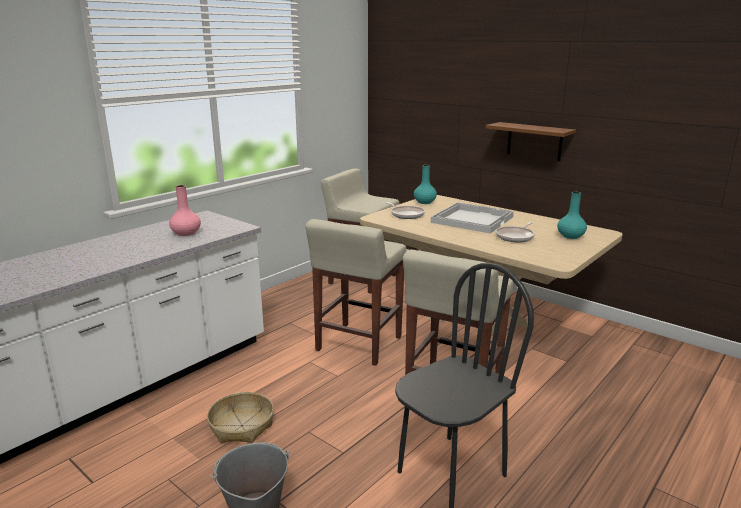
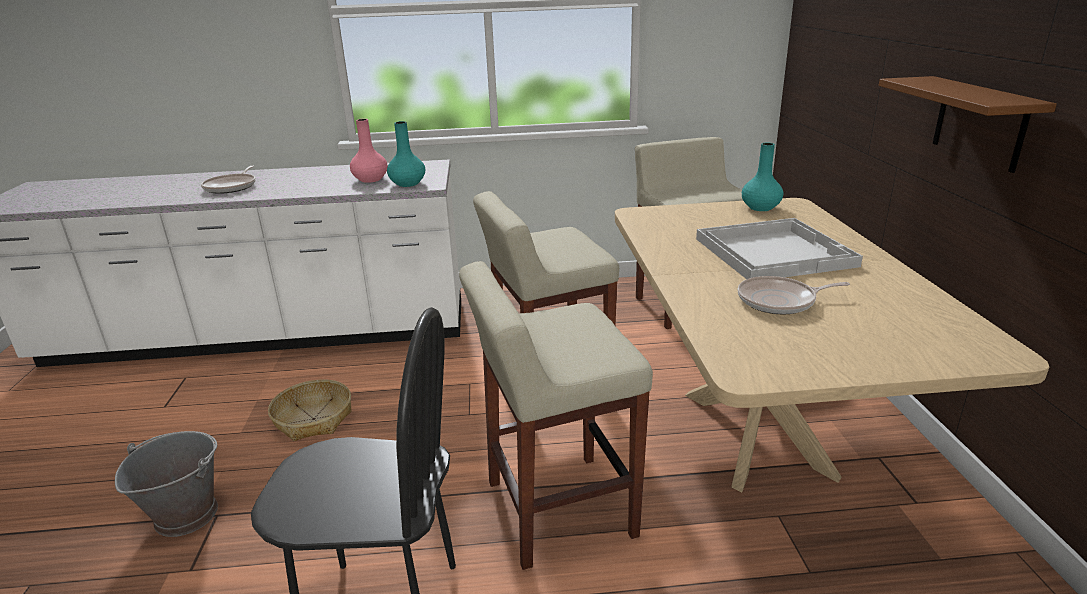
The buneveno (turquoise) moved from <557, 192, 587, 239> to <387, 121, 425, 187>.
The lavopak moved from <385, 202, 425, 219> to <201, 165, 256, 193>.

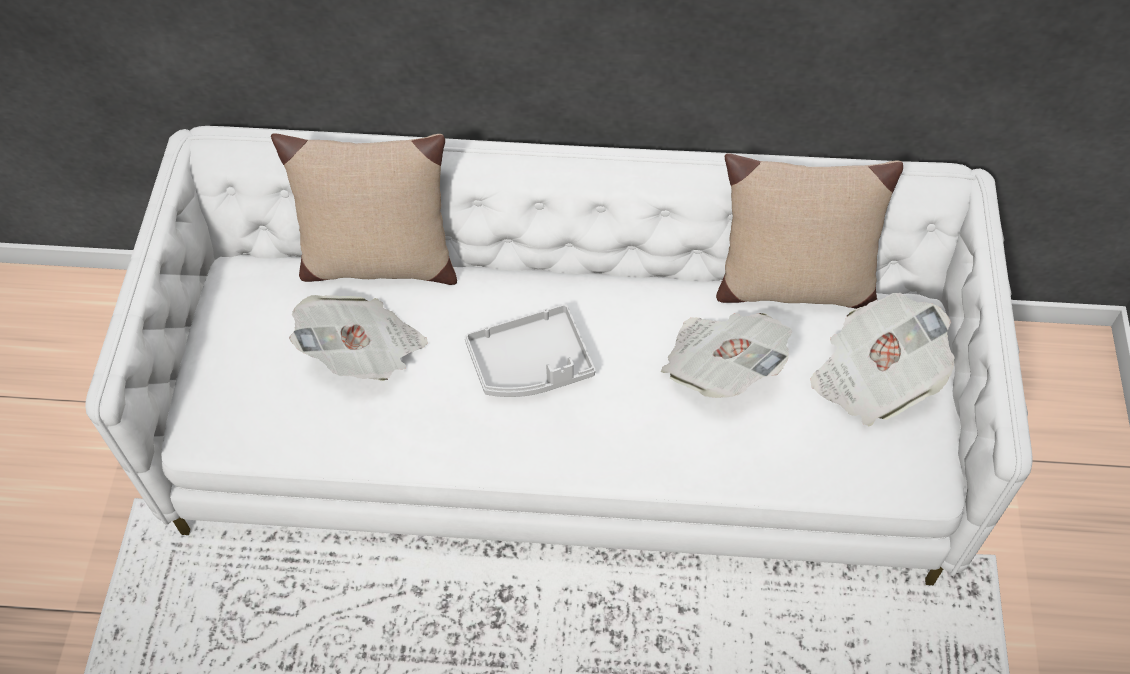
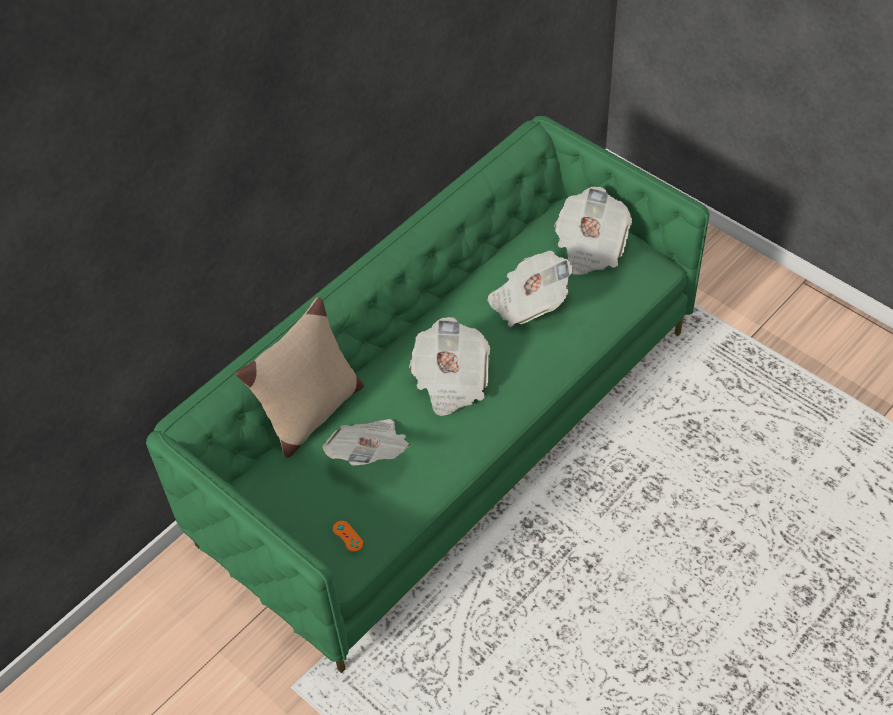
The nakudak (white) at <85, 126, 1033, 585> became the nakudak (green) at <146, 116, 710, 673>.
The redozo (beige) at <716, 153, 903, 309> disappeared.
The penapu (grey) at <464, 304, 595, 397> was replaced by the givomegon at <409, 317, 491, 416>.
The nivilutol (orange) at <333, 521, 363, 552> appeared.

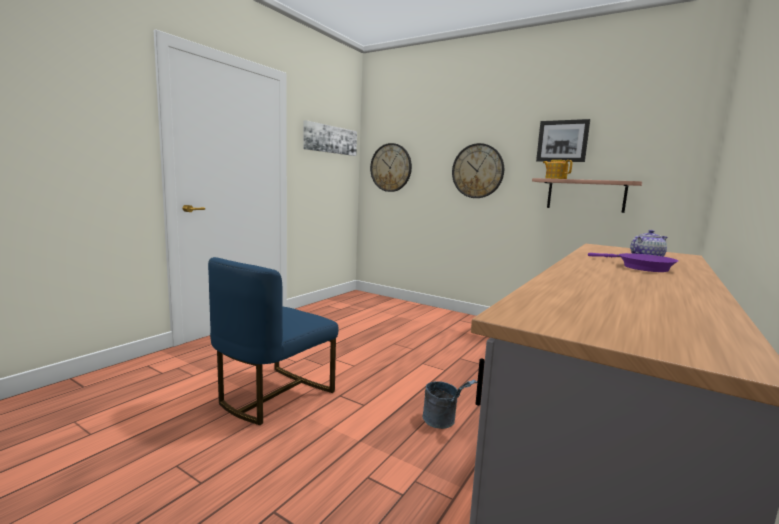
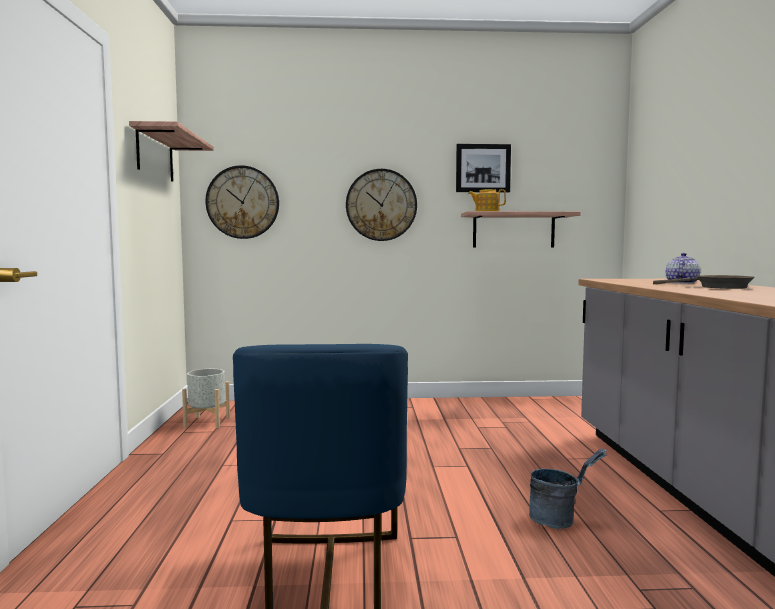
The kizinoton at <303, 120, 357, 156> was replaced by the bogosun at <129, 121, 214, 181>.
The lavopak (purple) at <588, 253, 678, 272> became the lavopak (brown) at <653, 275, 755, 289>.
The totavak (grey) at <182, 369, 230, 428> appeared.

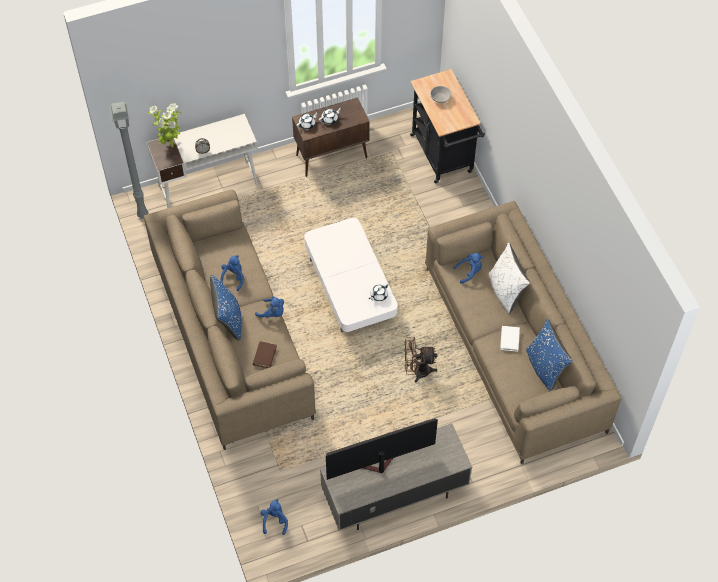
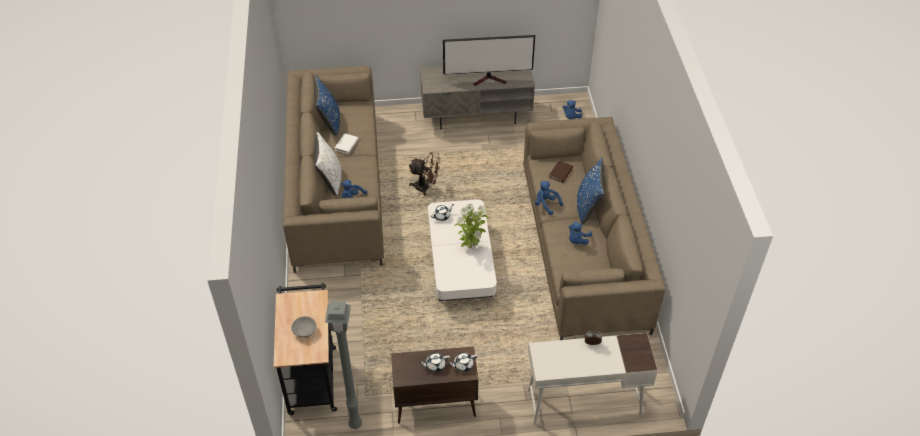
The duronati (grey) moved from <109, 102, 148, 219> to <325, 301, 362, 429>.
The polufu moved from <148, 103, 181, 147> to <455, 204, 488, 248>.

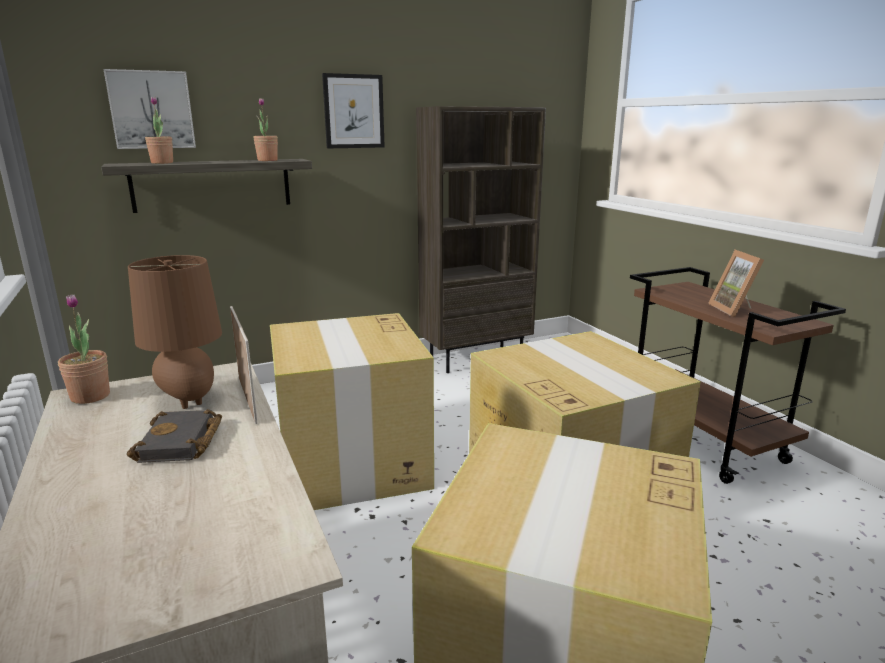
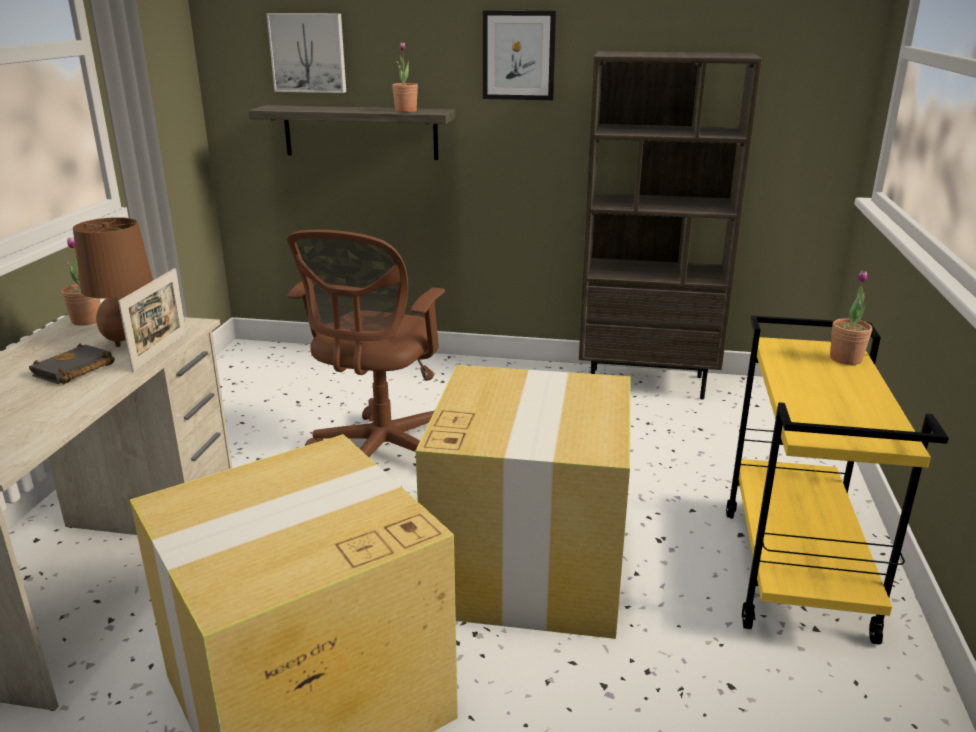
The polufu moved from <145, 97, 173, 164> to <830, 271, 872, 365>.
The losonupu at <708, 250, 764, 317> disappeared.
The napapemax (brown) at <630, 267, 846, 484> became the napapemax (yellow) at <726, 316, 949, 645>.
The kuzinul at <270, 313, 434, 510> was replaced by the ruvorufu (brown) at <287, 230, 445, 457>.

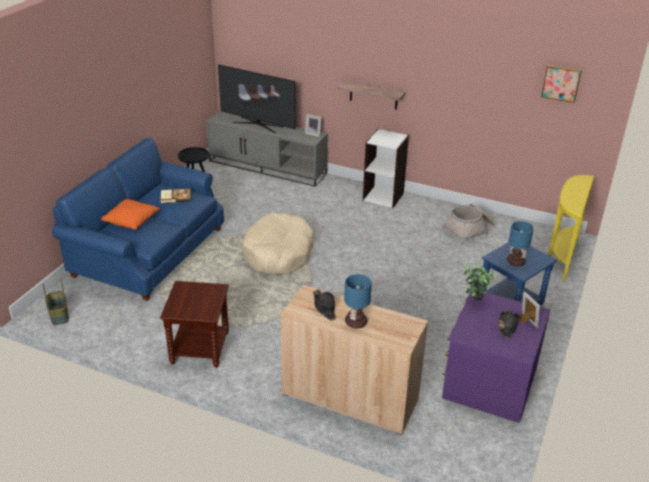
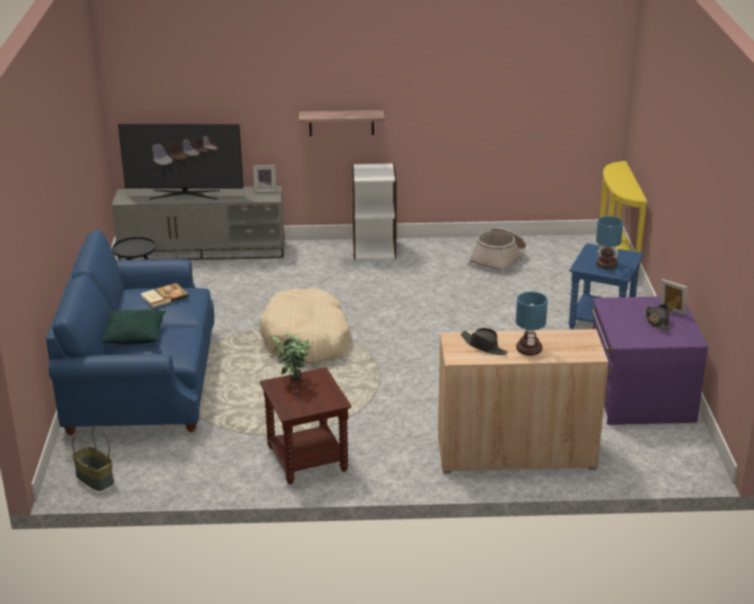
The kizinoton at <541, 65, 582, 103> disappeared.
The redozo (orange) at <101, 199, 160, 229> became the redozo (green) at <102, 309, 166, 345>.
The polufu moved from <463, 262, 495, 301> to <272, 332, 313, 380>.

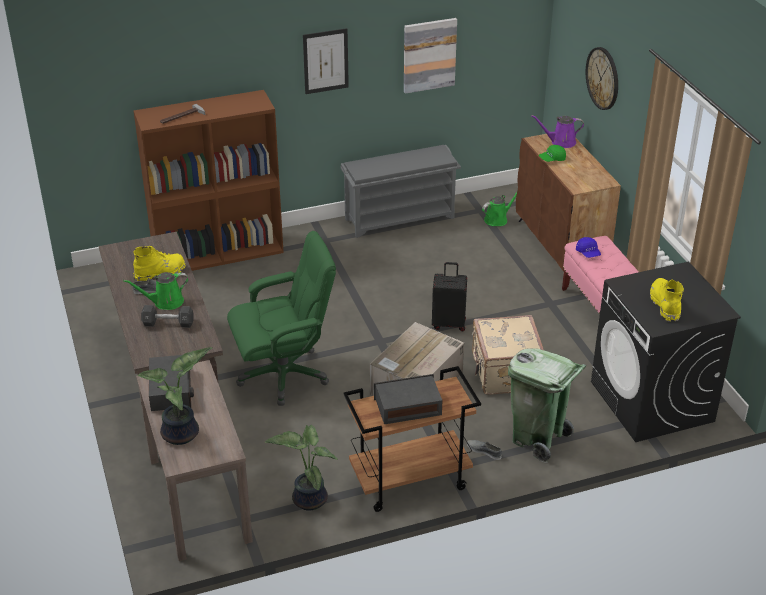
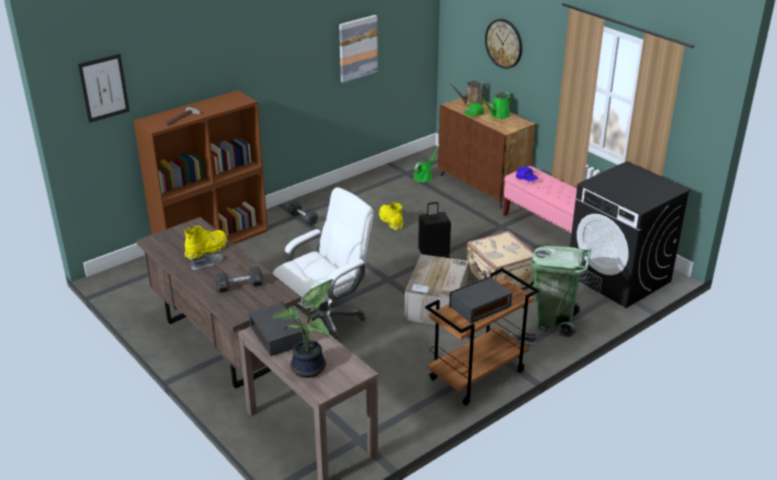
The kizinoton moved from <303, 28, 349, 94> to <78, 54, 130, 123>.
The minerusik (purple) at <531, 115, 584, 148> became the minerusik (brown) at <449, 81, 488, 106>.
The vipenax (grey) at <340, 145, 461, 238> disappeared.
The ruvorufu (green) at <227, 231, 336, 406> became the ruvorufu (white) at <272, 187, 374, 341>.
The minerusik (green) moved from <123, 272, 189, 310> to <481, 92, 513, 119>.
The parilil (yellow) moved from <650, 278, 684, 322> to <379, 202, 403, 230>.
The polufu at <265, 425, 338, 511> disappeared.
The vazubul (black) at <288, 201, 319, 226> appeared.

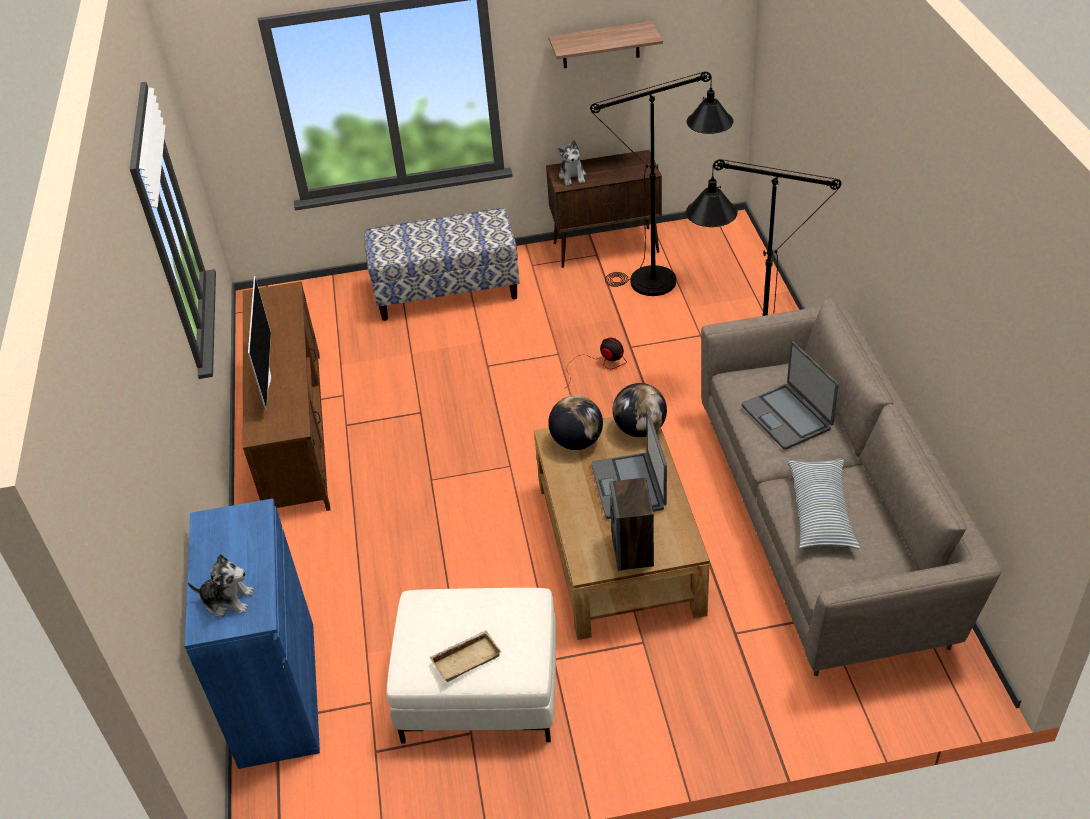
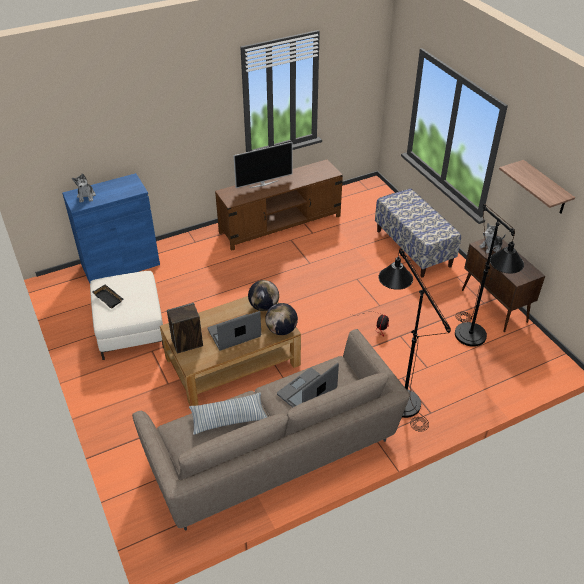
The penapu (beige) at <429, 630, 501, 682> became the penapu (black) at <92, 284, 123, 309>.

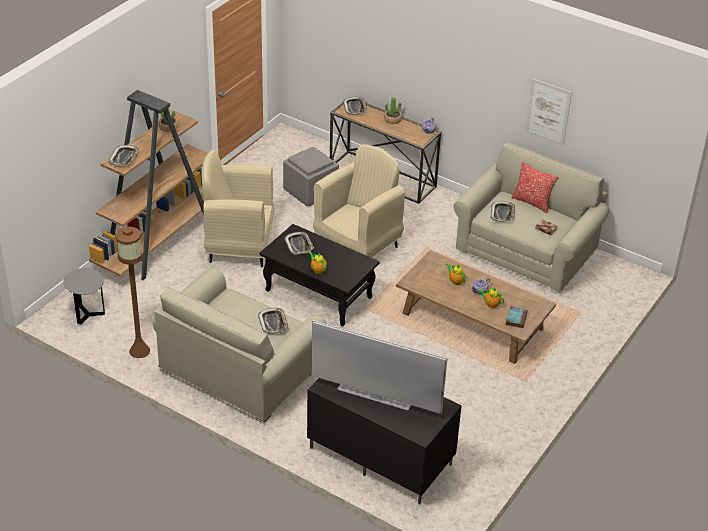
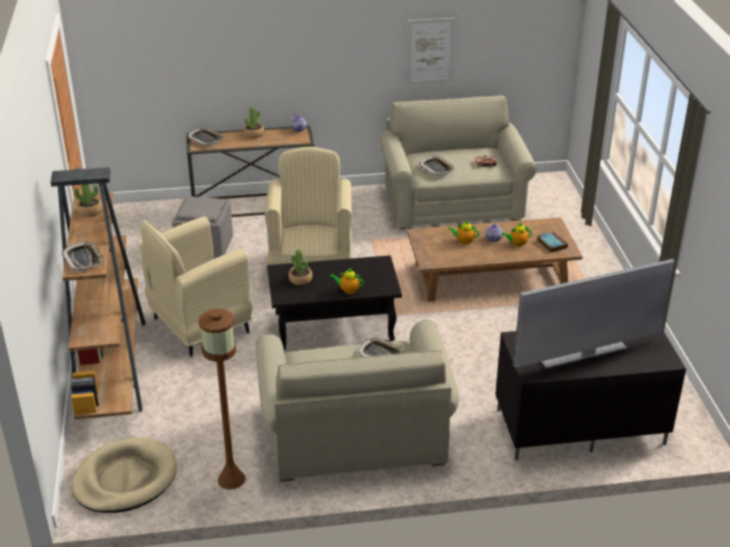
The redozo at <511, 162, 558, 213> disappeared.
The penapu at <284, 232, 314, 255> was replaced by the polufu at <288, 249, 312, 285>.
The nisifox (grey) at <64, 268, 105, 325> was replaced by the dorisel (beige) at <71, 437, 177, 513>.

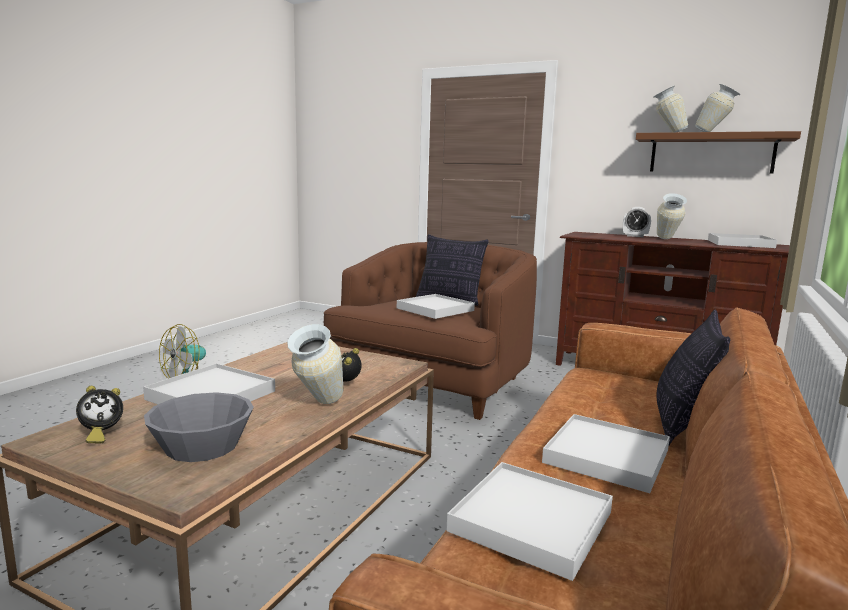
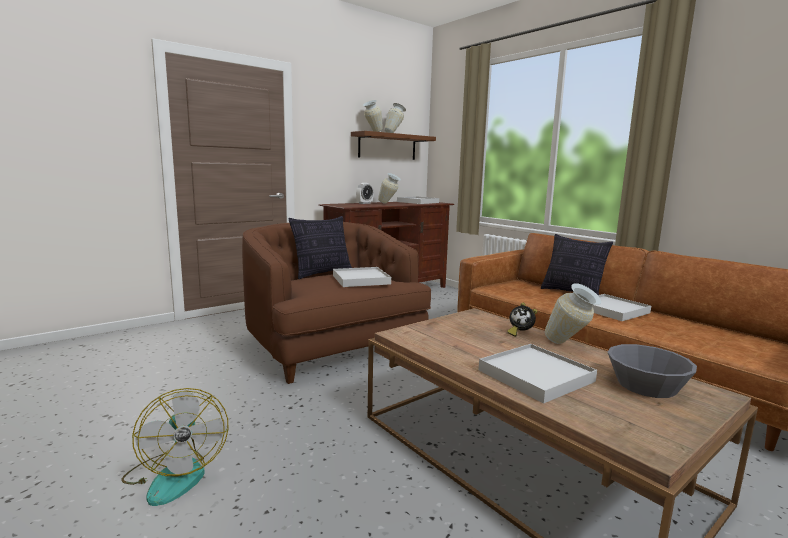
The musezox at <76, 386, 123, 443> disappeared.
The penapu (white) at <447, 462, 613, 581> disappeared.

